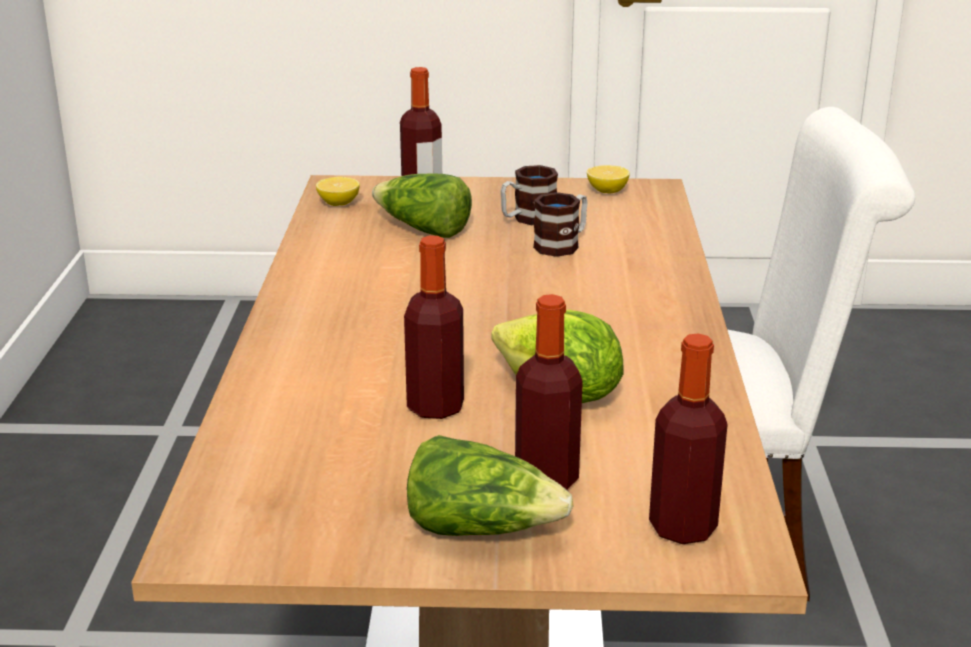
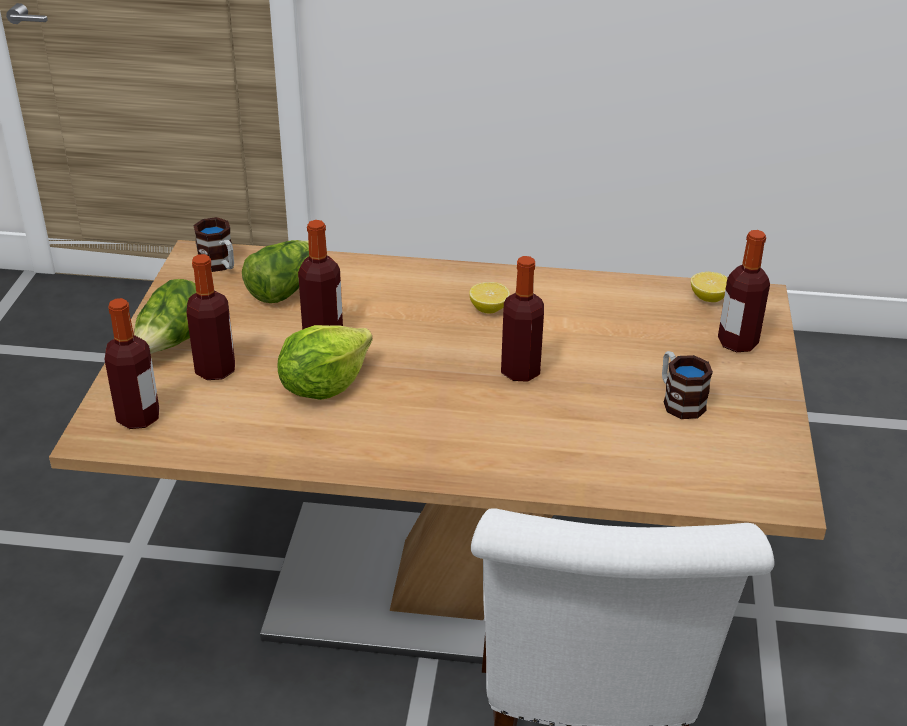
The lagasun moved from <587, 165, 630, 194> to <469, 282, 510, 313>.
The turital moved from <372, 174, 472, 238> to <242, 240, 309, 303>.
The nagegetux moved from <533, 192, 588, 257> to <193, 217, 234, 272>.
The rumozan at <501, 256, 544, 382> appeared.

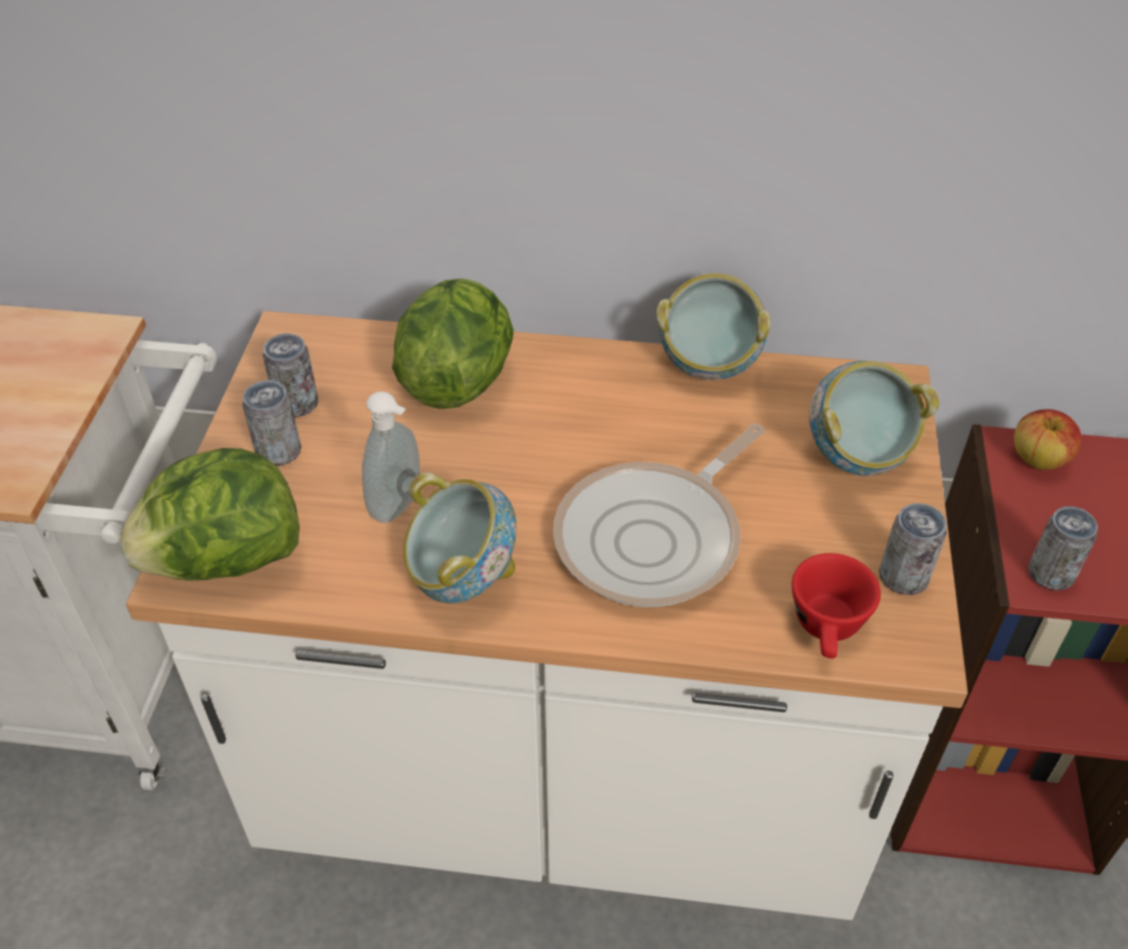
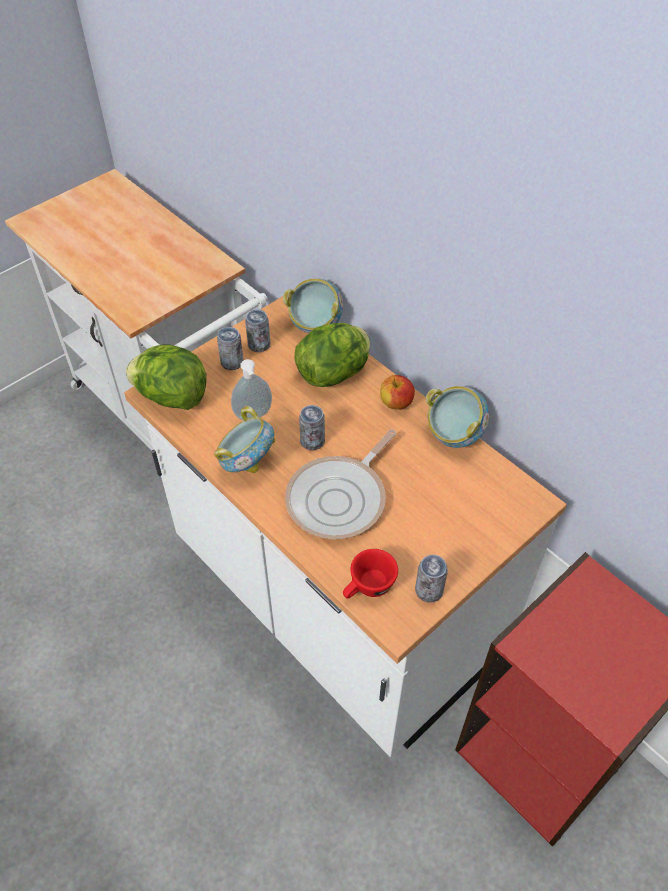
The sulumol moved from <809, 361, 939, 476> to <283, 278, 343, 333>.
The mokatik moved from <1014, 409, 1081, 470> to <380, 375, 415, 410>.
The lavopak at <553, 424, 765, 607> turned 45 degrees counterclockwise.
The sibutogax moved from <1028, 506, 1098, 590> to <299, 405, 325, 450>.

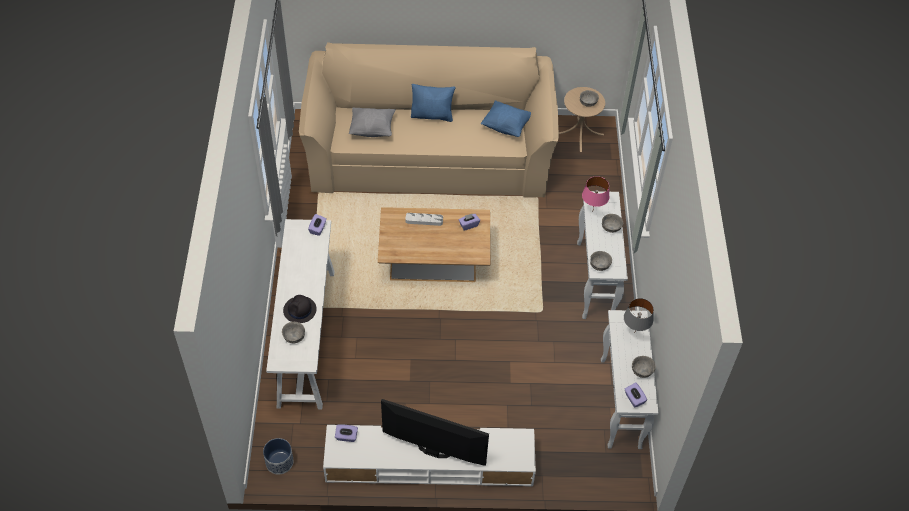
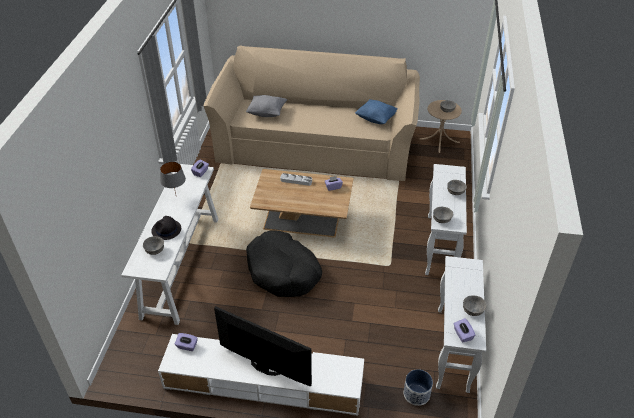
The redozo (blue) at <411, 84, 455, 122> disappeared.
The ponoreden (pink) at <582, 176, 610, 209> disappeared.
The ponoreden (grey) moved from <624, 298, 654, 334> to <160, 161, 186, 194>.
The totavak moved from <263, 438, 294, 475> to <404, 369, 433, 406>.
The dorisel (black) at <246, 230, 322, 297> appeared.

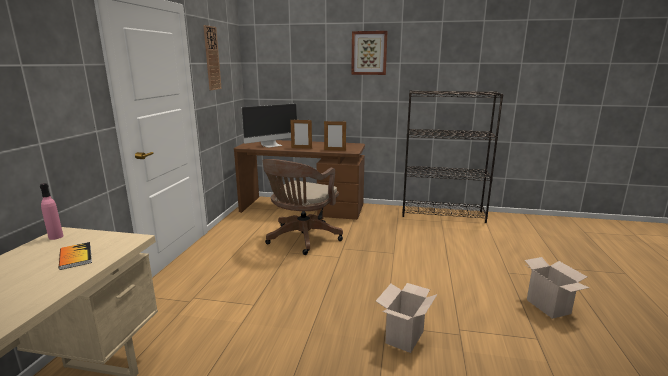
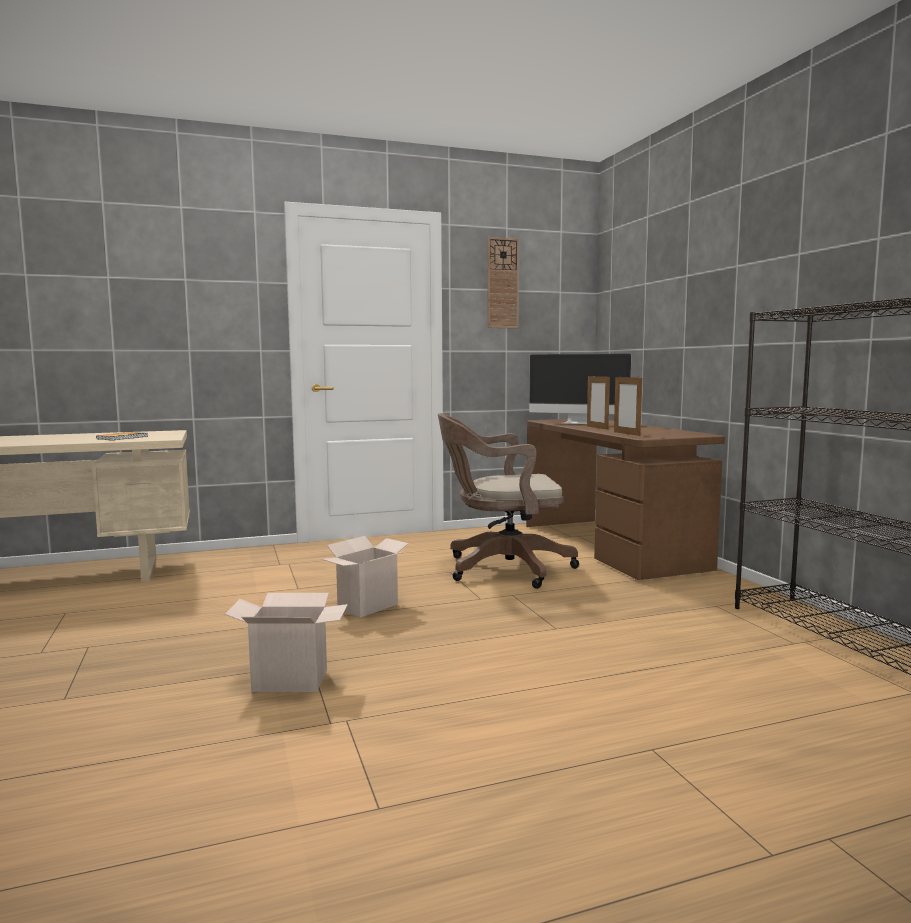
The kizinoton at <351, 31, 388, 75> disappeared.
The rumozan (pink) at <40, 183, 64, 240> disappeared.
The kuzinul moved from <525, 257, 589, 319> to <322, 536, 409, 617>.

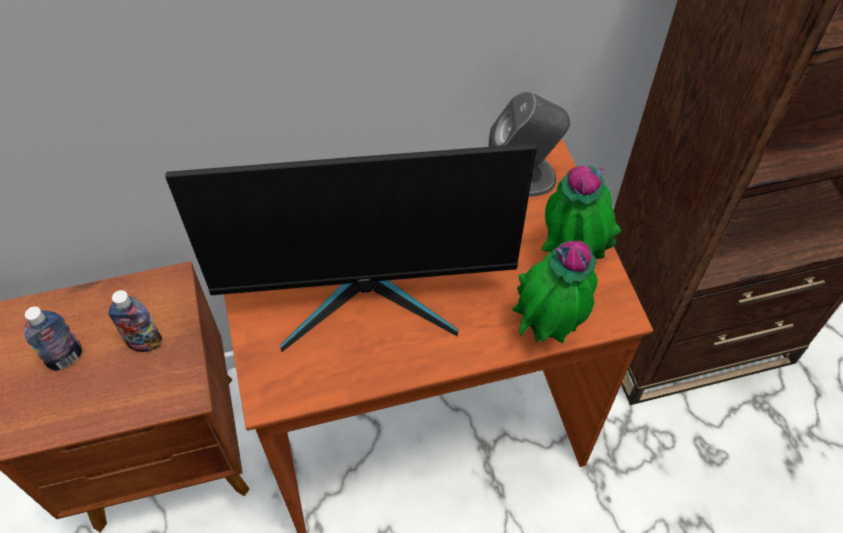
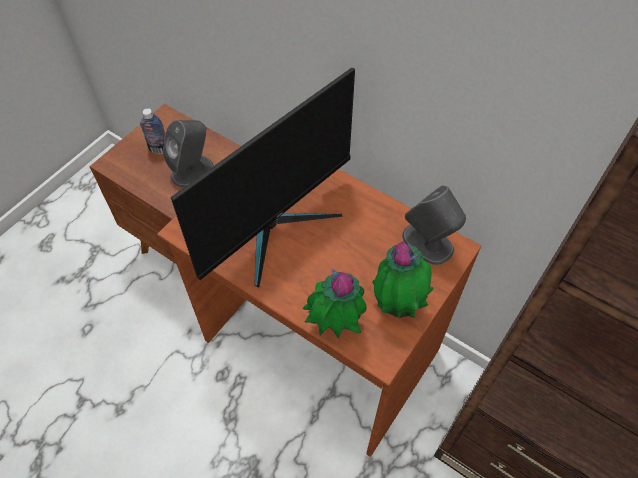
The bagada at <165, 143, 537, 352> turned 90 degrees counterclockwise.
The rumozan at <108, 290, 162, 352> was replaced by the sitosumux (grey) at <162, 120, 214, 188>.

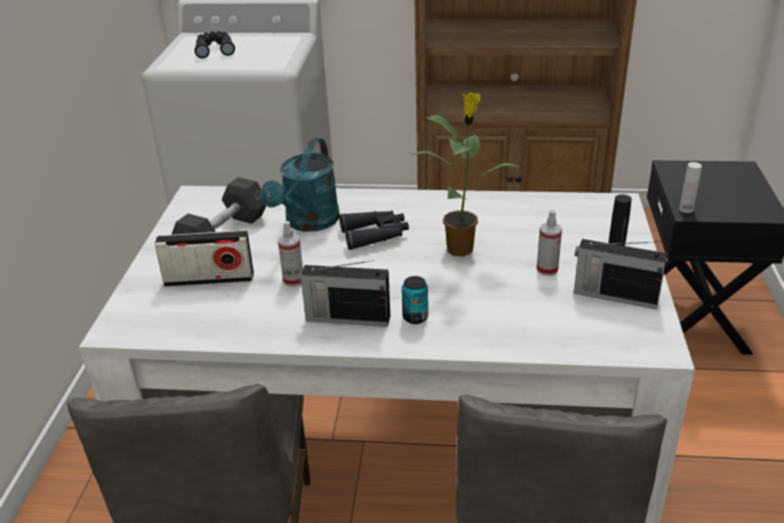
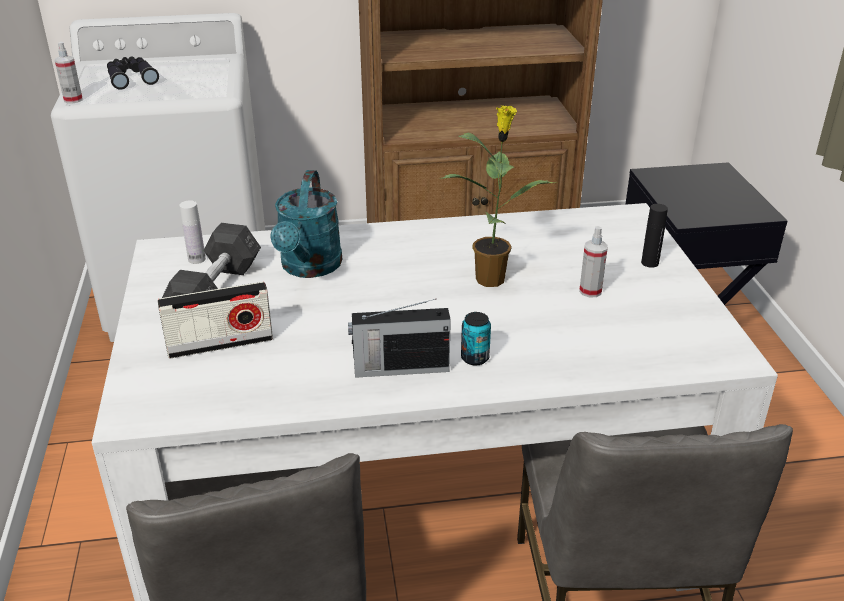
The rumozan (white) moved from <679, 162, 702, 213> to <179, 200, 206, 264>.
The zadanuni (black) at <339, 210, 409, 250> disappeared.
The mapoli moved from <278, 221, 303, 287> to <55, 42, 83, 103>.
The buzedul at <574, 239, 667, 309> disappeared.

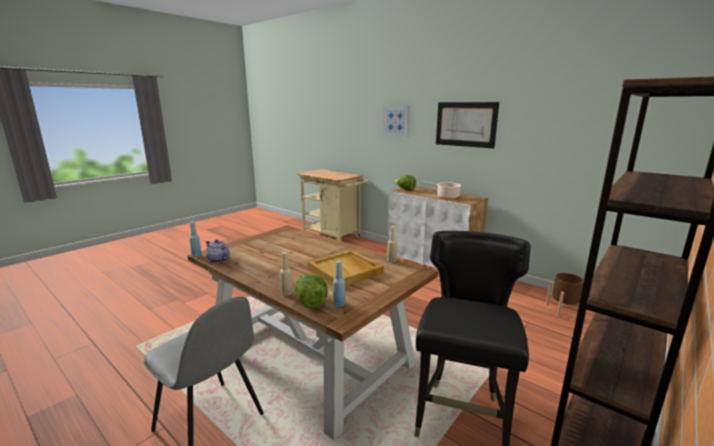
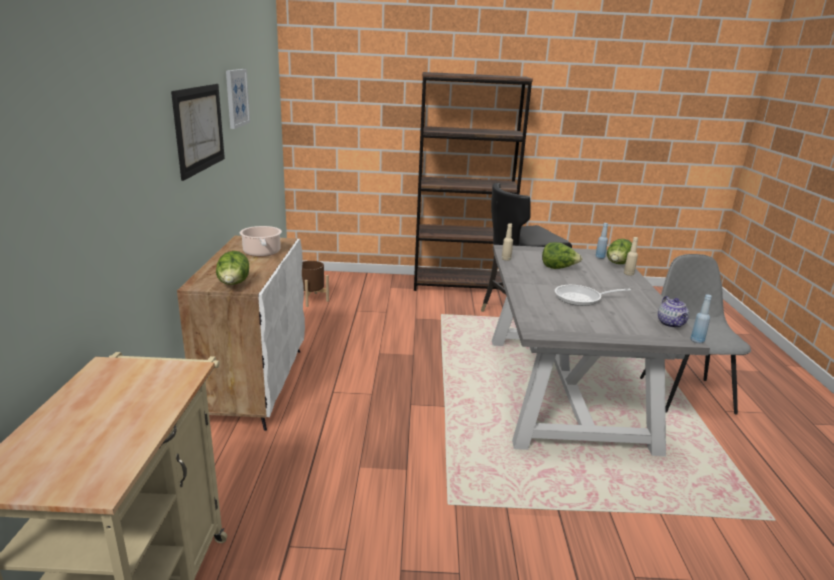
The kizinoton moved from <383, 106, 410, 137> to <226, 69, 250, 129>.
The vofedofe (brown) at <187, 225, 438, 440> became the vofedofe (grey) at <492, 245, 710, 456>.
The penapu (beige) at <308, 250, 384, 286> was replaced by the turital at <542, 242, 582, 269>.
The lavopak at <555, 285, 631, 306> appeared.

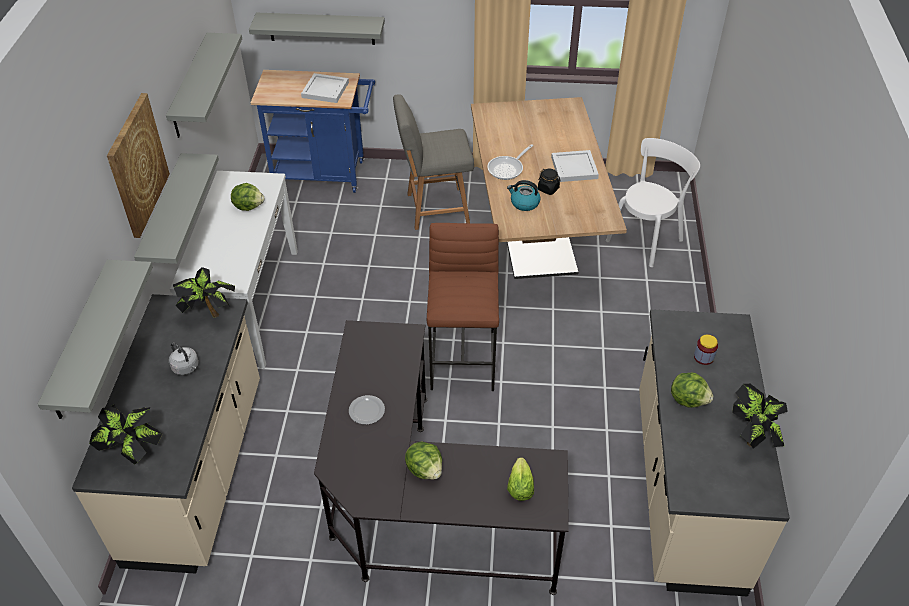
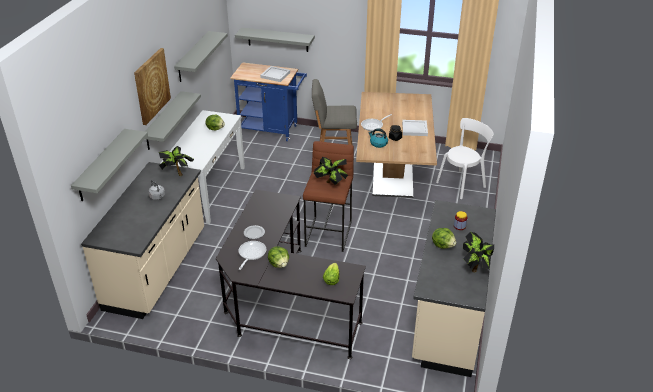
The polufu moved from <89, 404, 162, 465> to <314, 157, 348, 185>.
The lavopak at <238, 241, 266, 270> appeared.

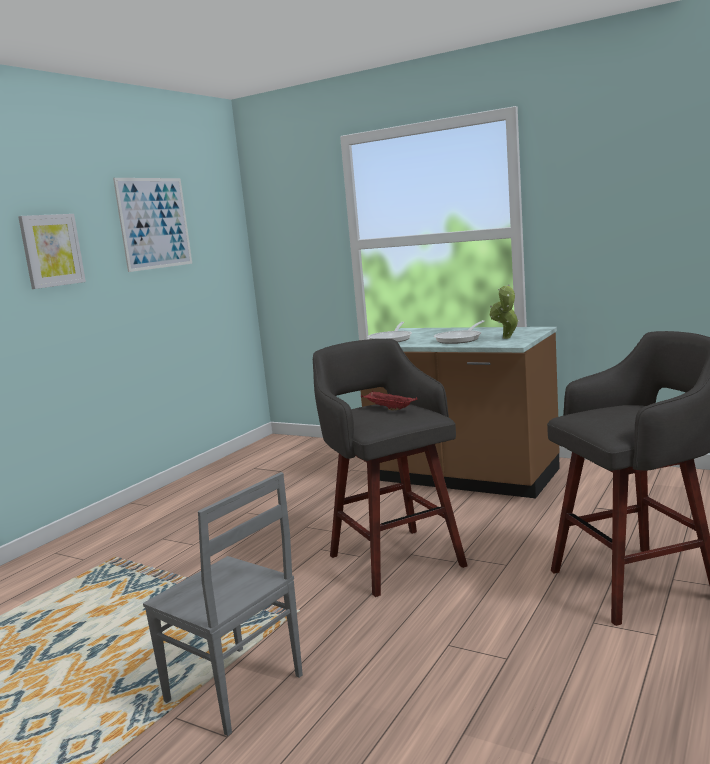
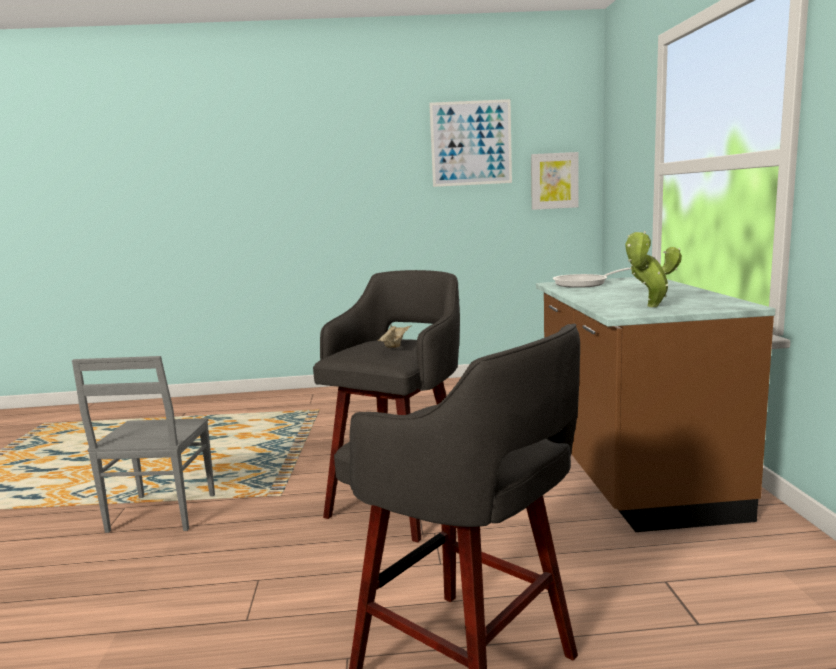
The kizinoton moved from <18, 214, 86, 289> to <531, 152, 579, 210>.
The lavopak at <434, 320, 485, 344> disappeared.
The penapu (red) at <361, 390, 417, 410> became the penapu (beige) at <378, 324, 412, 348>.

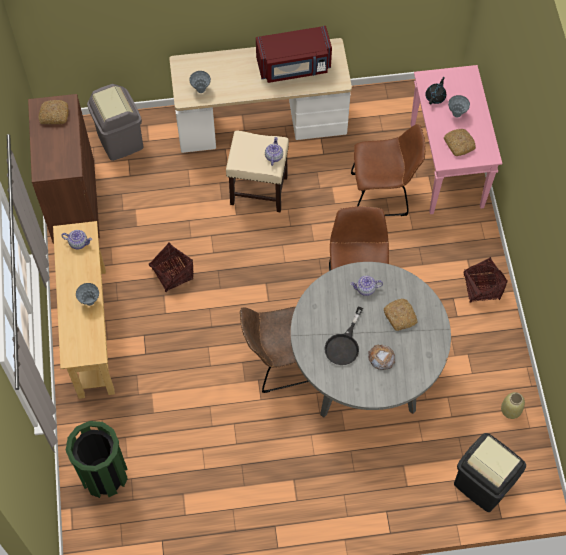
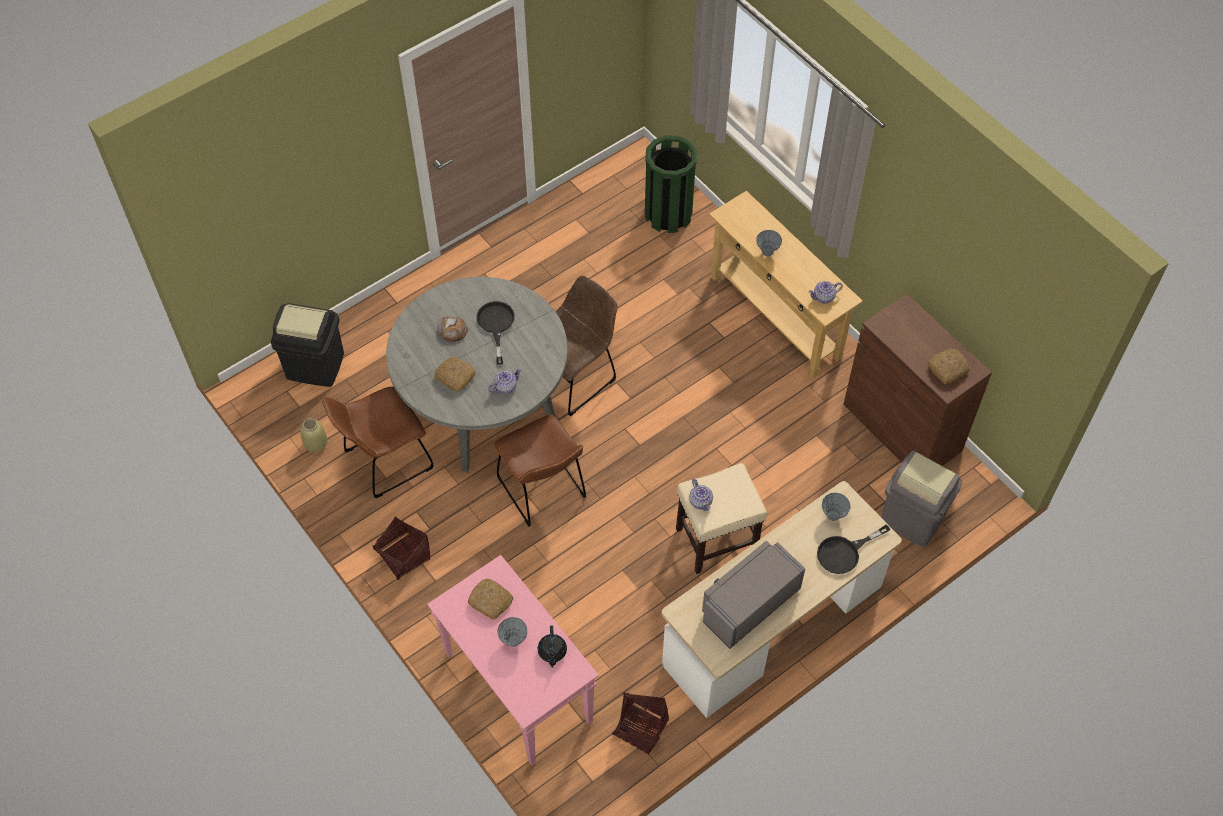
The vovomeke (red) at <256, 26, 332, 83> became the vovomeke (grey) at <702, 541, 805, 649>.
The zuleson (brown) moved from <351, 124, 426, 216> to <322, 387, 434, 498>.
The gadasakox moved from <149, 242, 194, 292> to <613, 692, 669, 755>.
The lavopak (black) at <817, 525, 890, 574> appeared.

